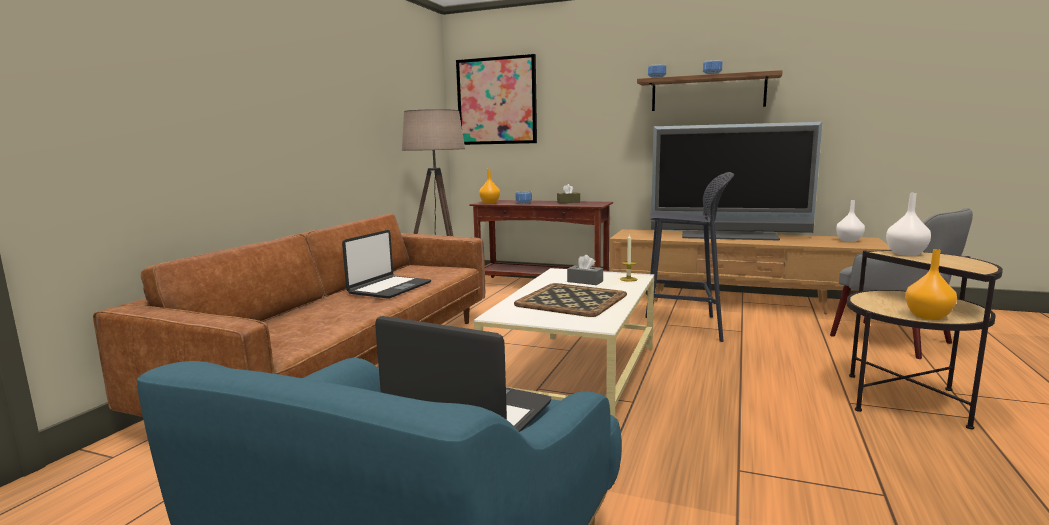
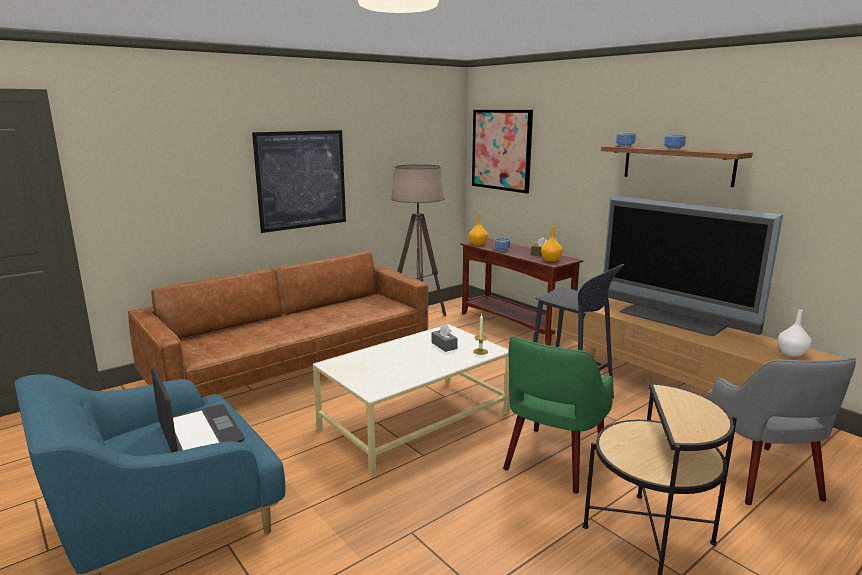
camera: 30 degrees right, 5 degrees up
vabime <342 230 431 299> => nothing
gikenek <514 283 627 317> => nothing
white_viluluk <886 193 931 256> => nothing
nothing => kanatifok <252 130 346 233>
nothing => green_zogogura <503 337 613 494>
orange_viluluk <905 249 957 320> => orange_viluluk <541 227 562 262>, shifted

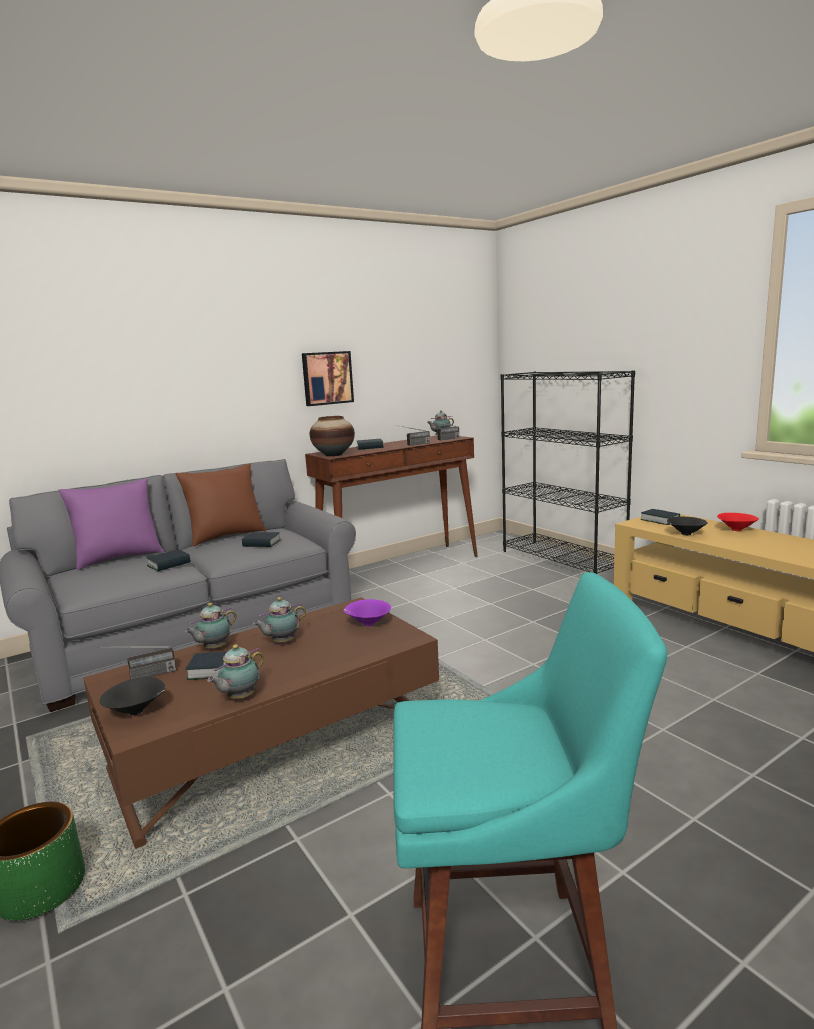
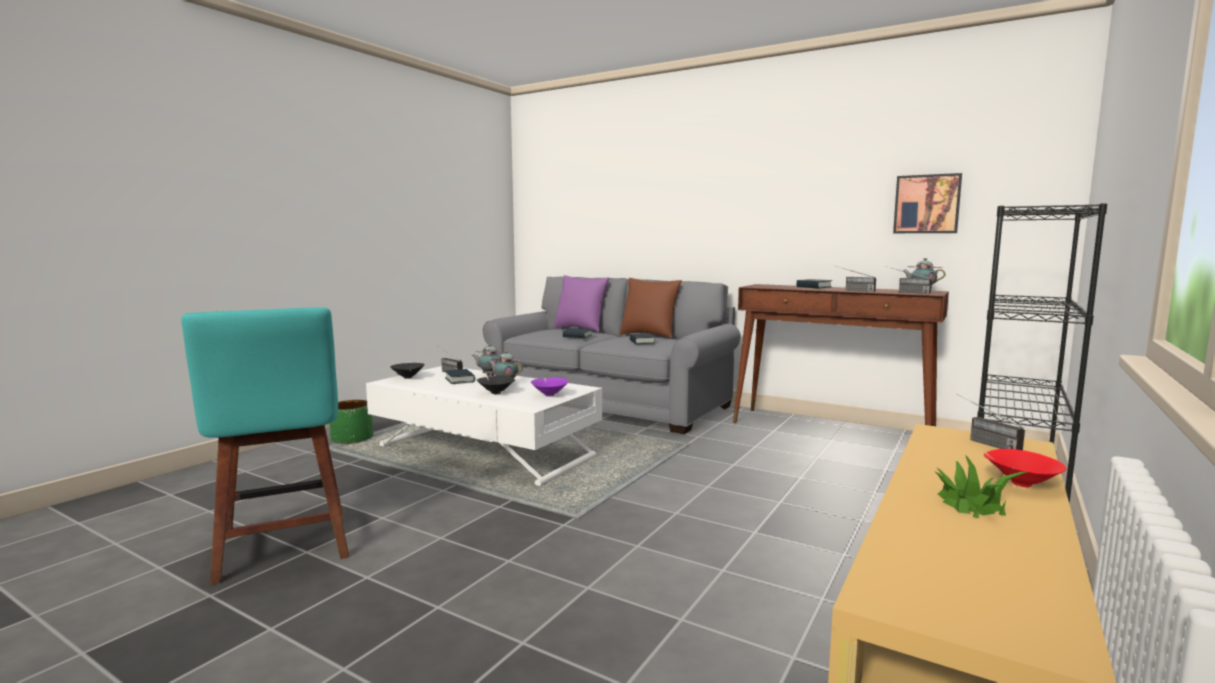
camera: 65 degrees right, 5 degrees down
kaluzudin <207 645 264 700> => nothing
viluluk <310 416 355 457> => nothing
nothing => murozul <934 455 1027 518>
kanatifok <302 351 354 406> => kanatifok <893 173 962 233>, shifted
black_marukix <667 516 708 535> => black_marukix <477 376 515 394>, shifted
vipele <640 509 680 525> => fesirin <957 394 1025 450>
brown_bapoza <83 597 439 849> => white_bapoza <366 366 602 486>

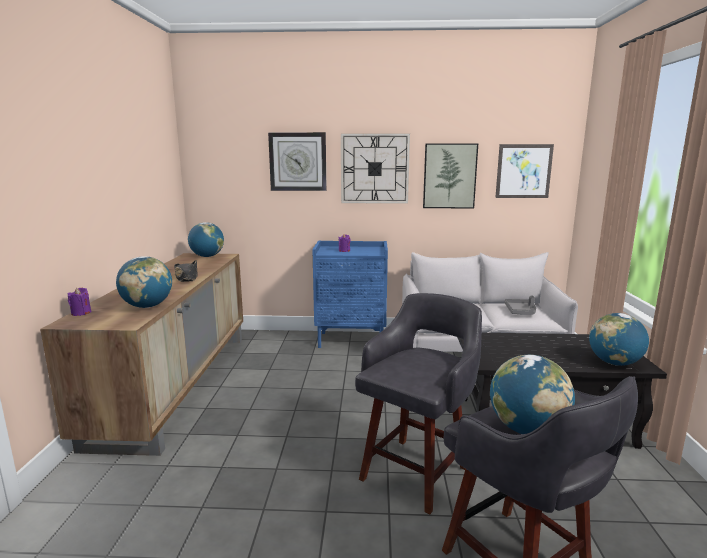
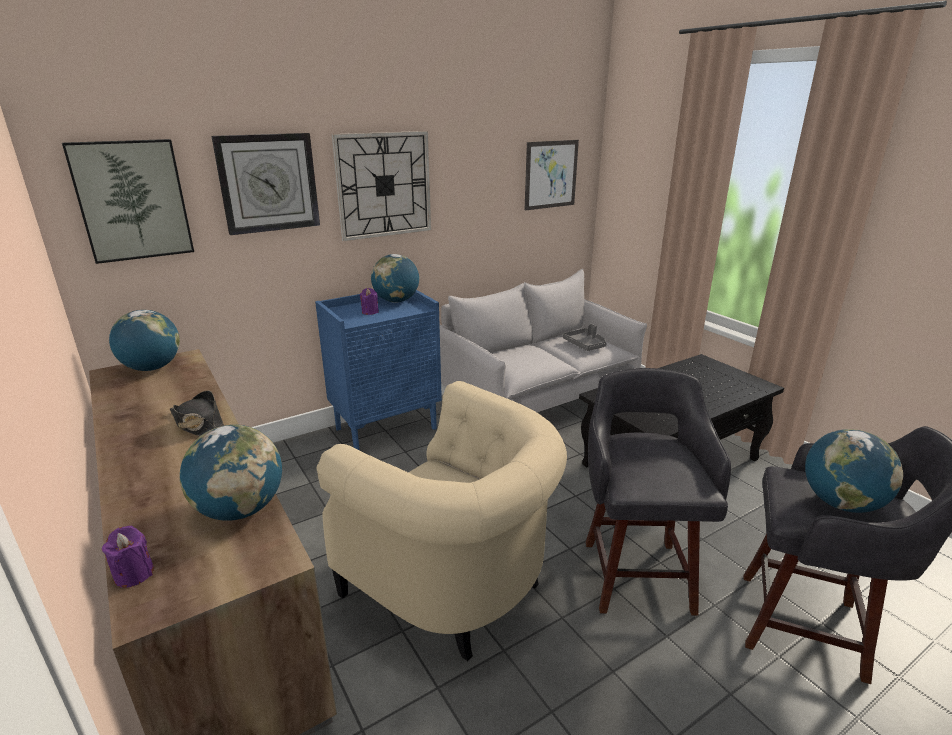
camera: 35 degrees left, 10 degrees up
nothing => beige_zogogura <317 381 567 661>
kanatifok <423 144 478 208> => kanatifok <62 139 194 264>, shifted
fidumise <589 313 649 366> => fidumise <371 254 419 303>, shifted

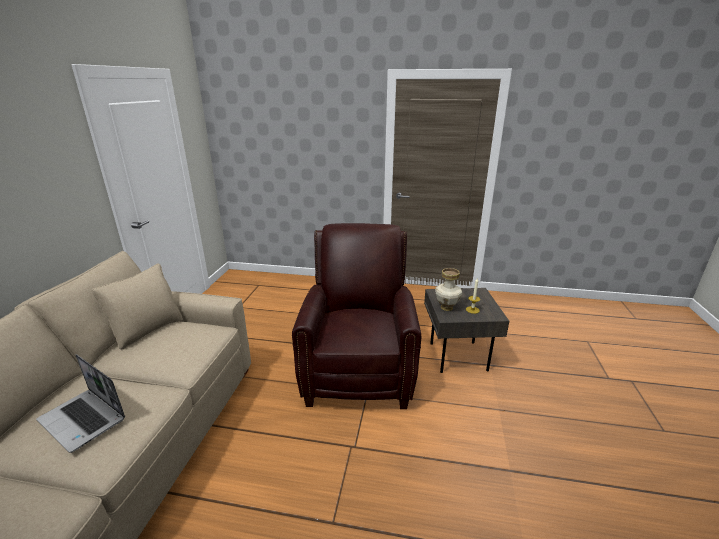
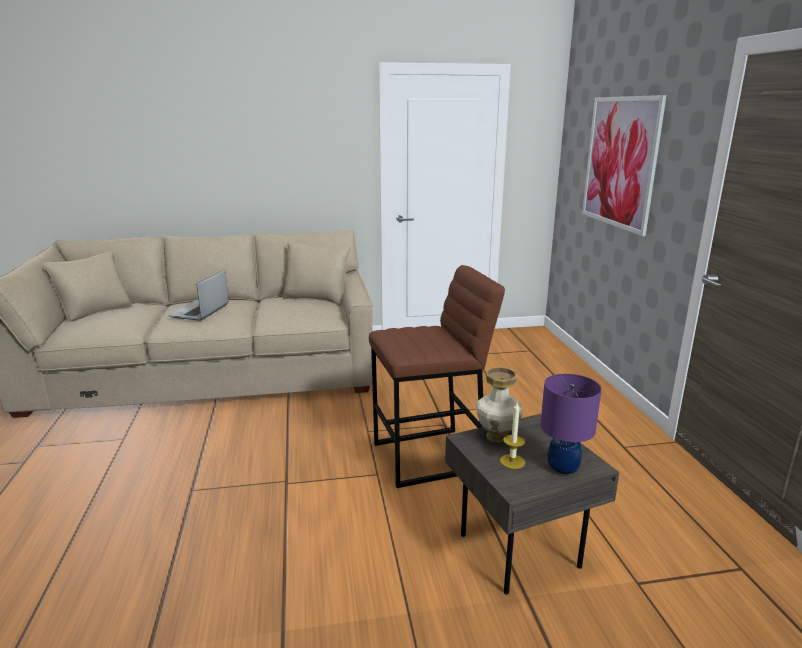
camera: 70 degrees right, 5 degrees down
nothing => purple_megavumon <540 374 601 474>
nothing => kanatifok <582 95 667 236>
brown_zogogura <292 223 421 409> => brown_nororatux <369 265 505 488>

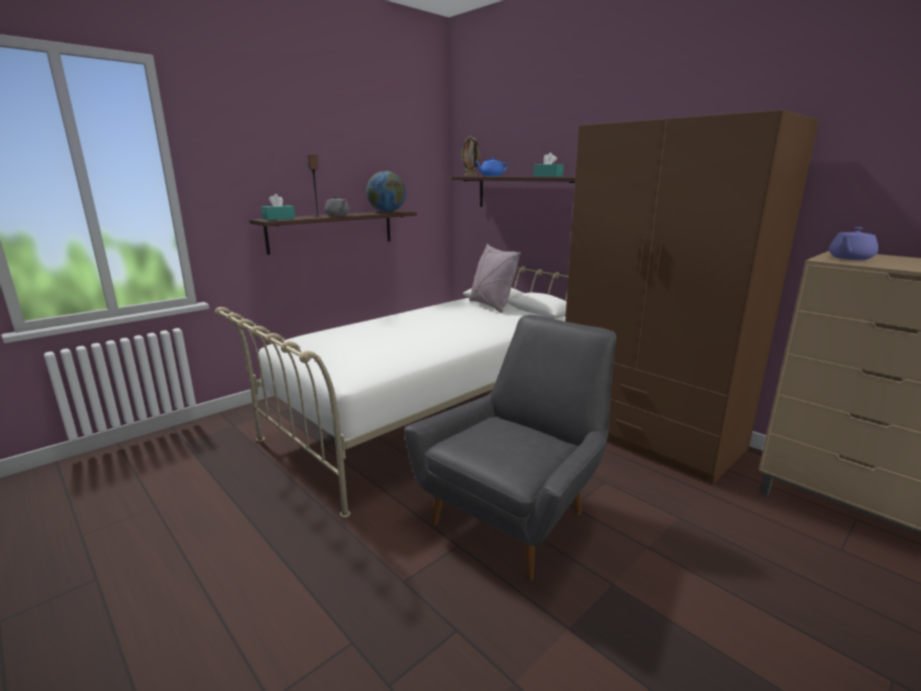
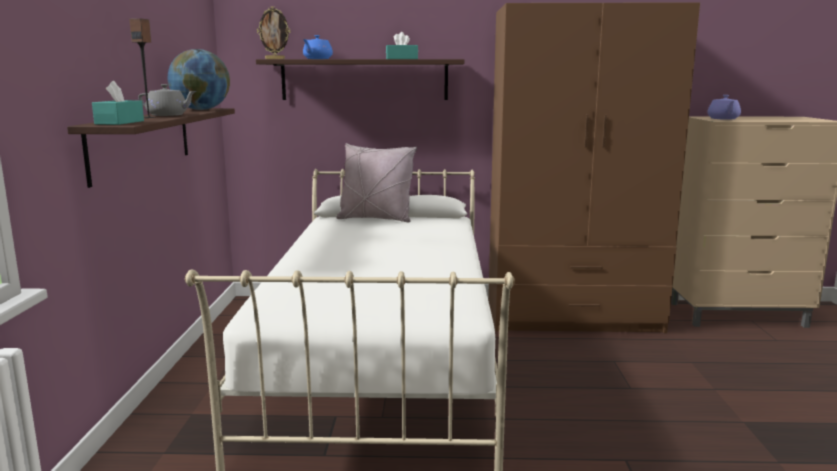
camera: 45 degrees left, 5 degrees down
grey_zogogura <404 315 616 580> => nothing

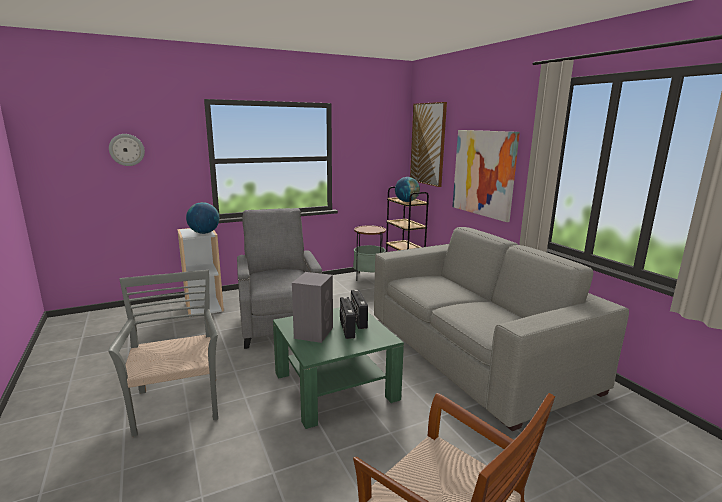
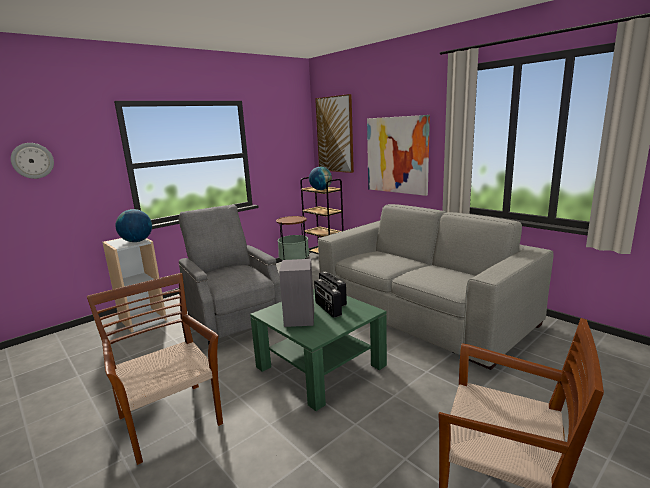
camera: 15 degrees left, 0 degrees up
grey_zogogura <108 270 218 437> => brown_zogogura <87 273 223 465>

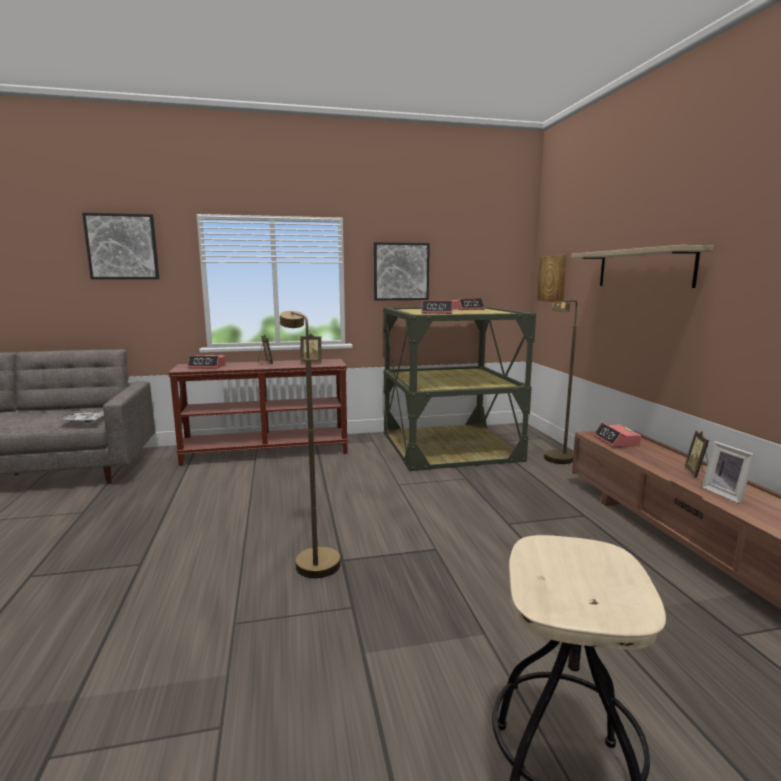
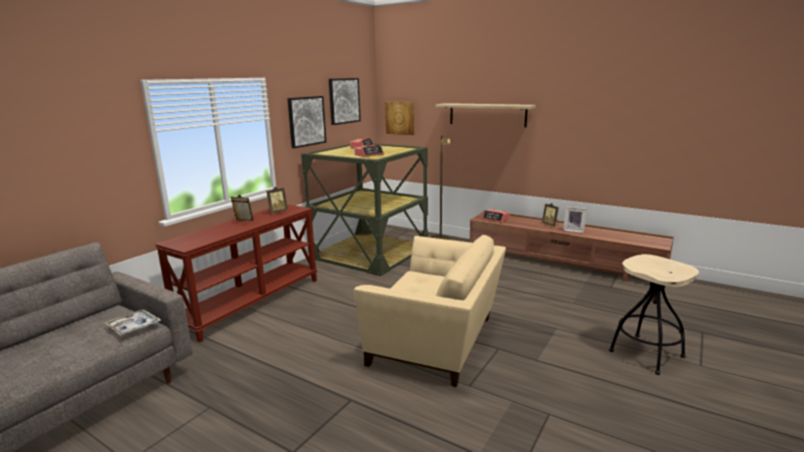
camera: 45 degrees left, 5 degrees up
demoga <188 355 226 369> => nothing
kanatifok <82 213 159 279> => kanatifok <329 78 361 125>, shifted
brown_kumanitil <280 311 341 578> => beige_zogogura <354 235 506 387>

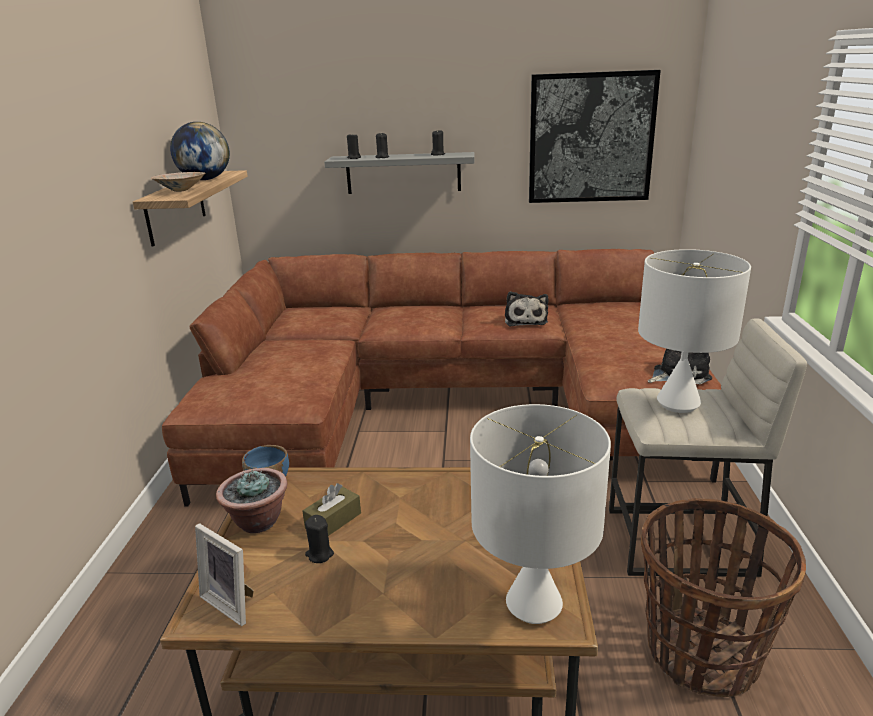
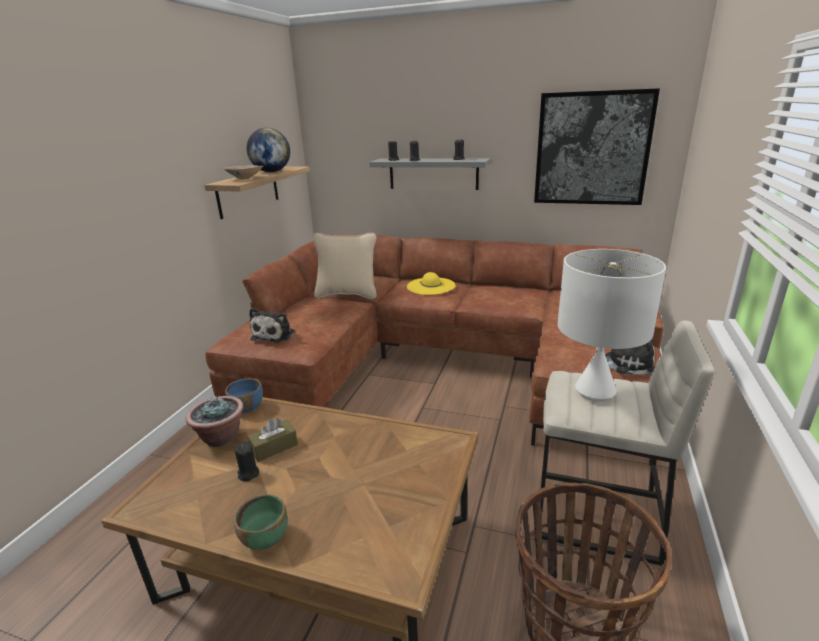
camera: 15 degrees right, 0 degrees up
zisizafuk <195 523 254 626> => nothing
white_megavumon <470 404 611 624> => nothing
nothing => green_marukix <234 494 288 550>
nothing => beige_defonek <313 233 377 299>
nothing => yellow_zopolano <407 272 456 295>
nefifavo <505 291 548 326> => nefifavo <249 308 295 343>, shifted

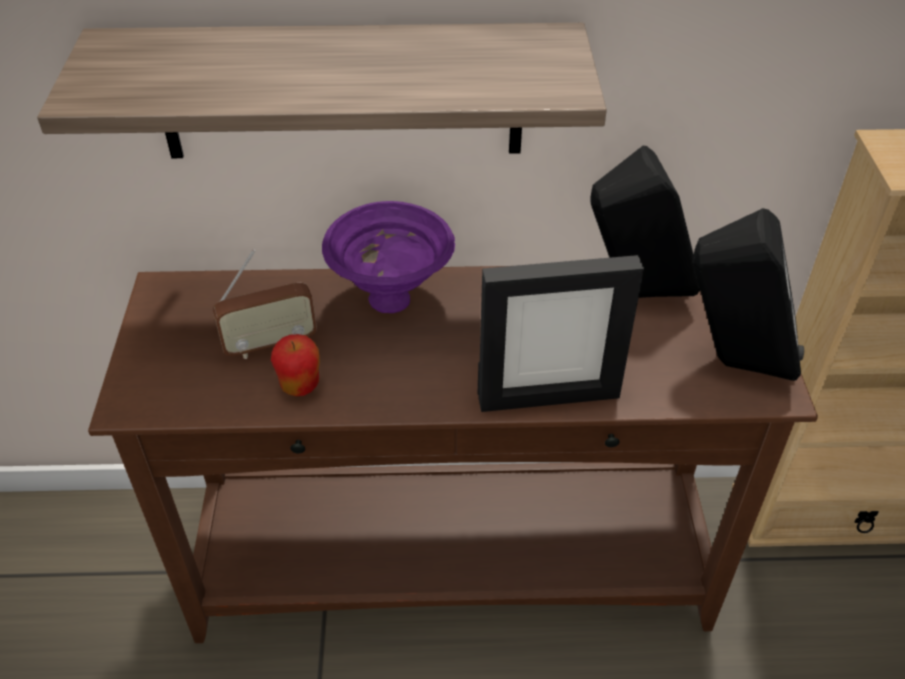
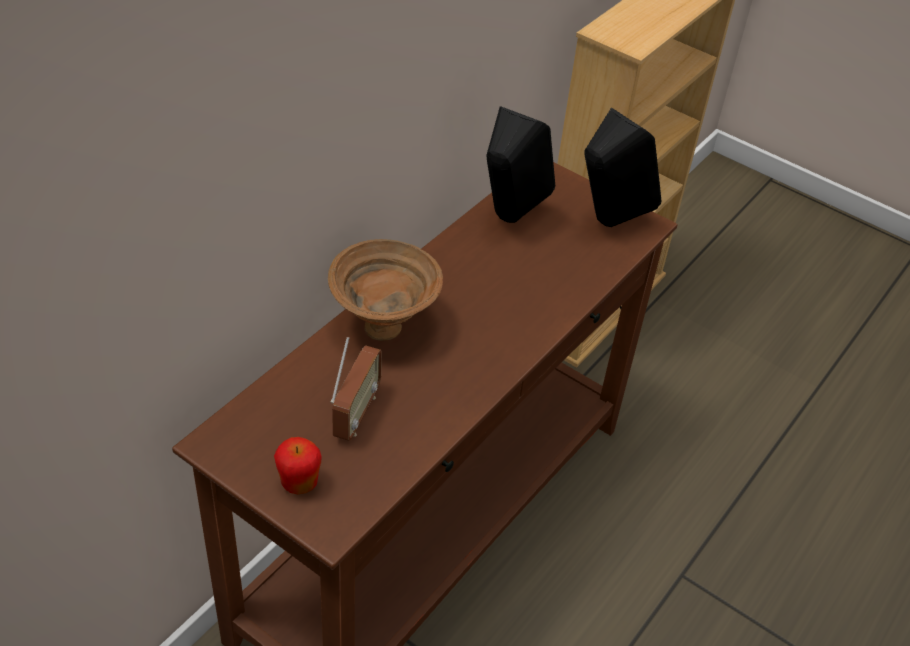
camera: 55 degrees left, 0 degrees up
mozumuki <37 23 607 158> => nothing
zisizafuk <478 255 644 412> => nothing
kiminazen <271 334 320 396> => kiminazen <274 437 322 494>, shifted
purple_marukix <322 201 455 313> => brown_marukix <328 239 443 341>

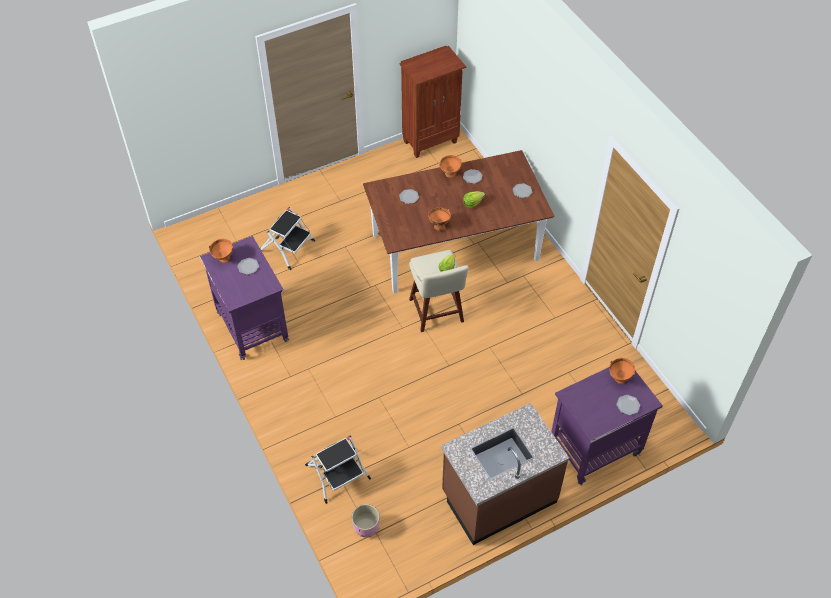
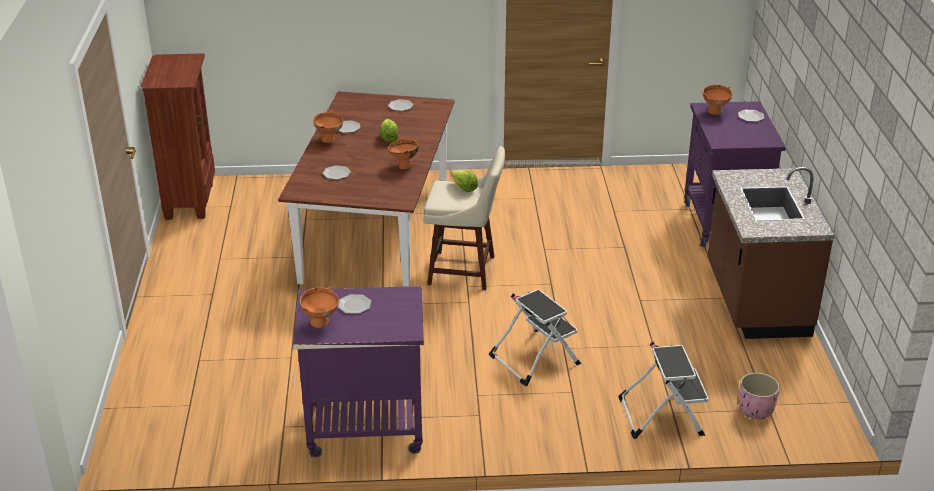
camera: 65 degrees left, 20 degrees down
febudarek <260 207 315 270> => febudarek <488 290 581 386>, shifted

